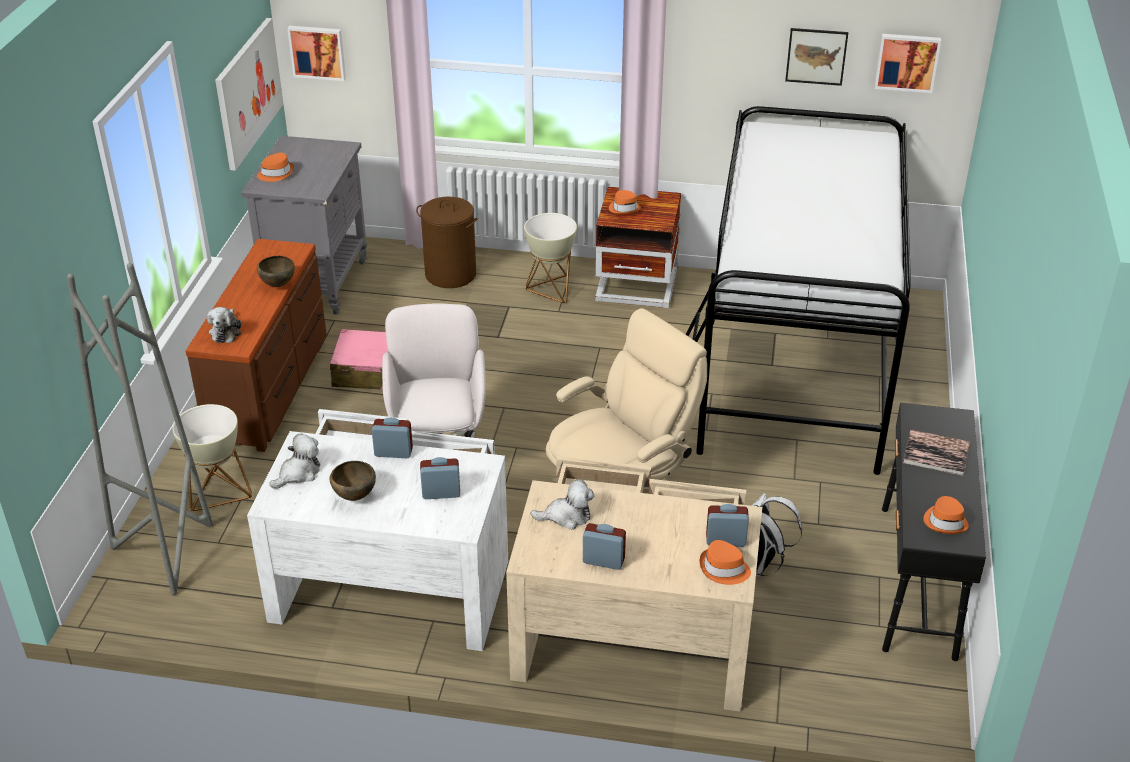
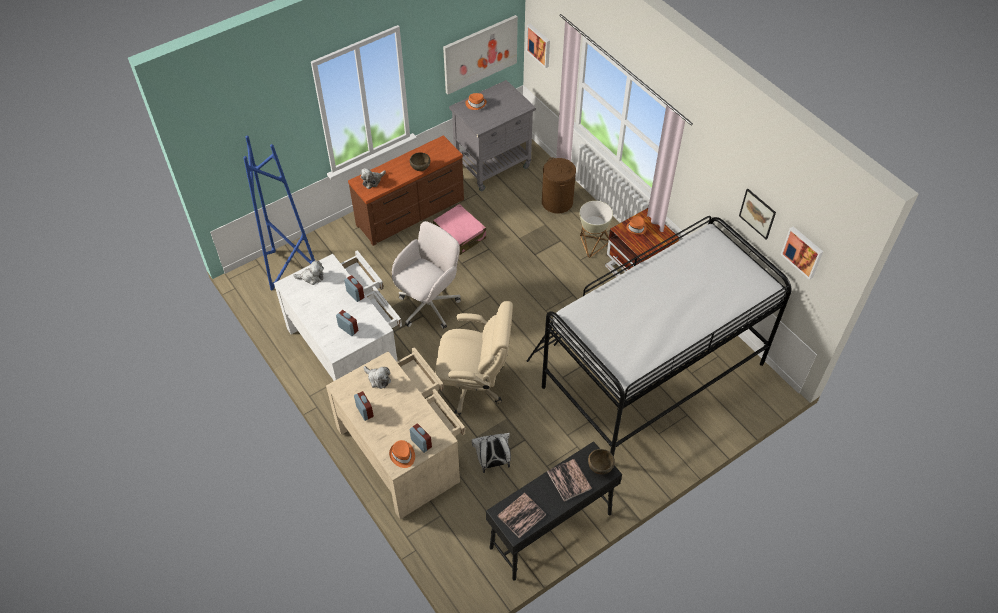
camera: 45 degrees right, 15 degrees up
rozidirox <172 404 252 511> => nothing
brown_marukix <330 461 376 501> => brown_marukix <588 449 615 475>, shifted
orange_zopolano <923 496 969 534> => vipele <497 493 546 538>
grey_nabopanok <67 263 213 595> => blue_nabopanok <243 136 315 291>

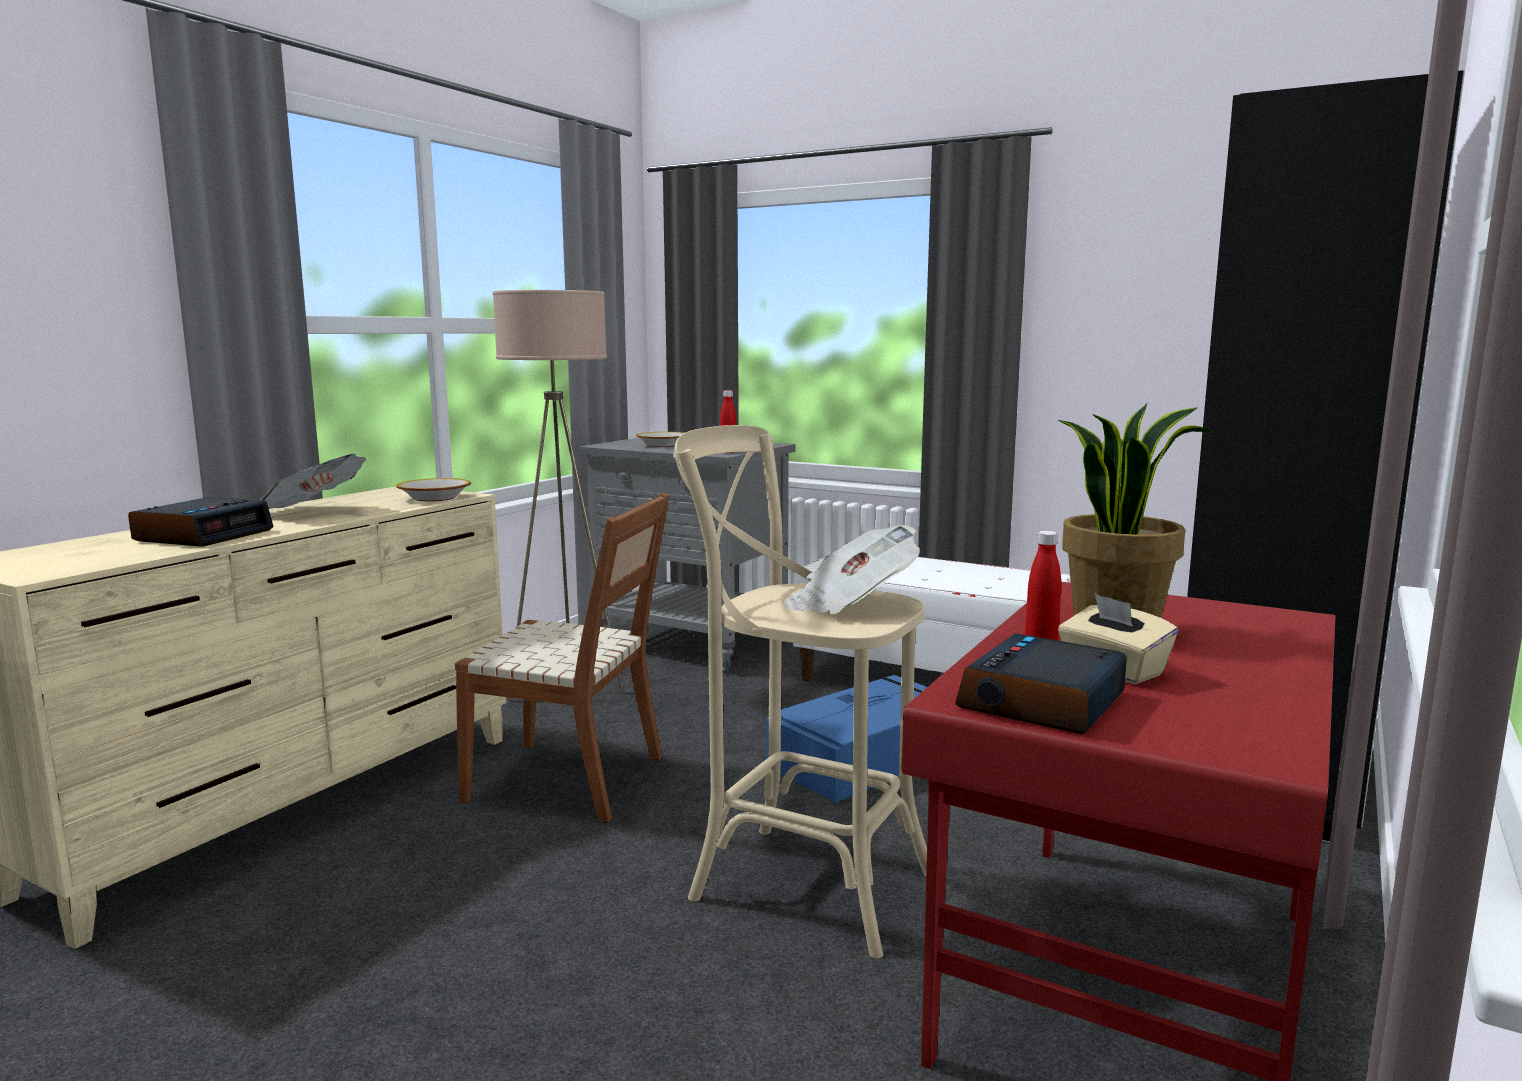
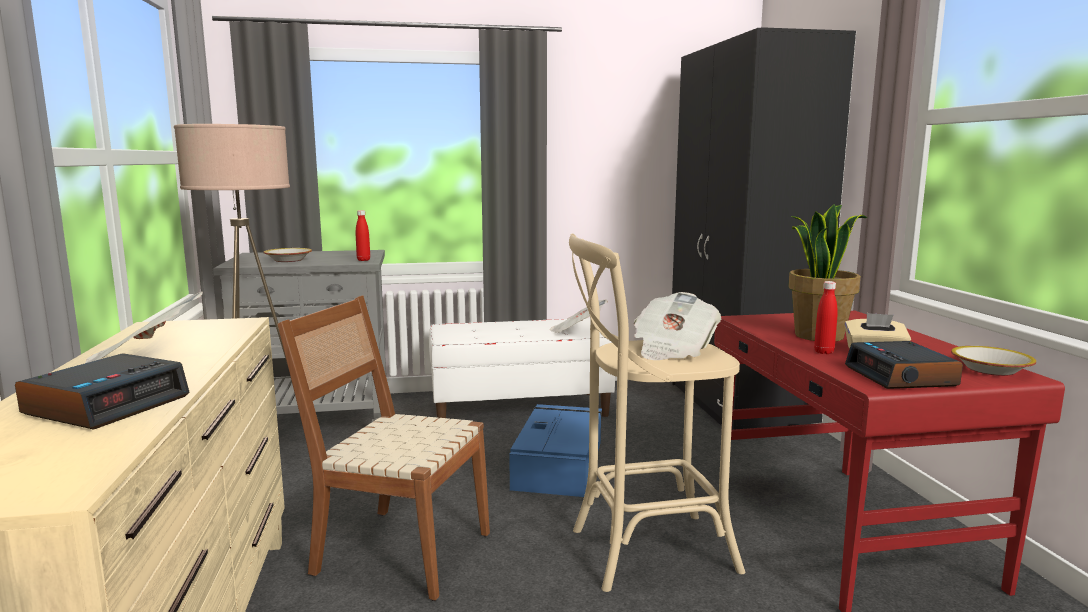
camera: 40 degrees left, 0 degrees up
nothing => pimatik <550 299 608 333>
marukix <396 478 471 502> => marukix <951 346 1036 376>, shifted
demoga <128 497 274 547> => demoga <15 353 190 430>, 45 degrees clockwise
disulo <455 492 669 823> => disulo <278 296 490 601>, 135 degrees counterclockwise

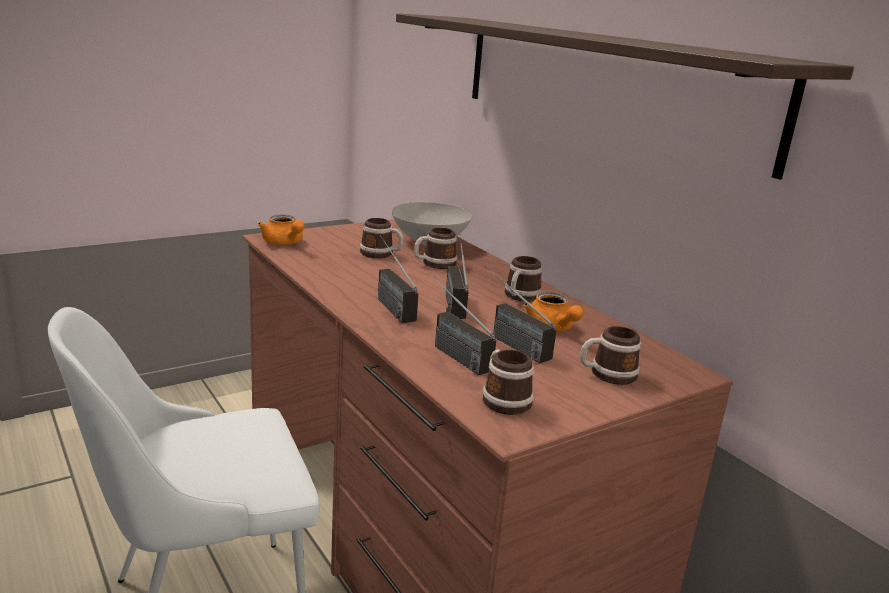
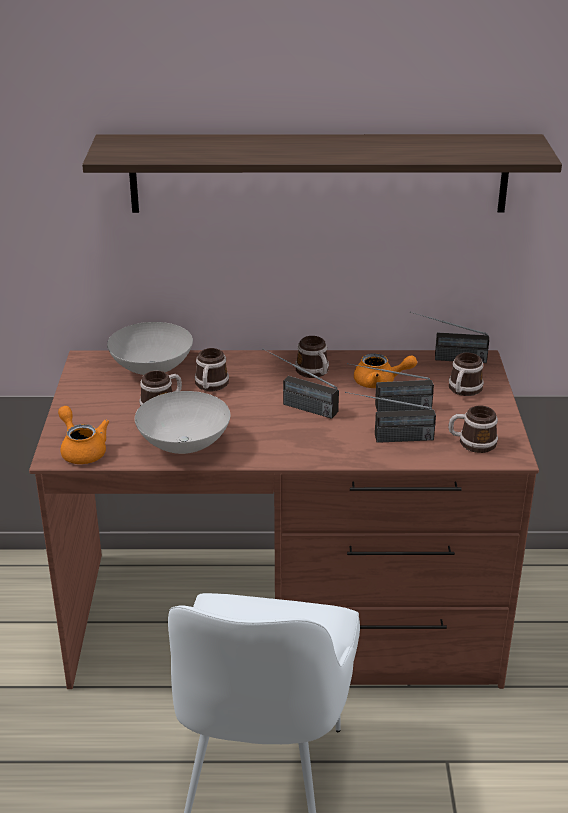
camera: 55 degrees left, 10 degrees up
nothing => white_marukix <135 391 230 454>
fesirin <378 235 418 323> => fesirin <410 312 489 363>, shifted
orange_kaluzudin <258 215 305 245> => orange_kaluzudin <58 406 109 464>, 120 degrees counterclockwise

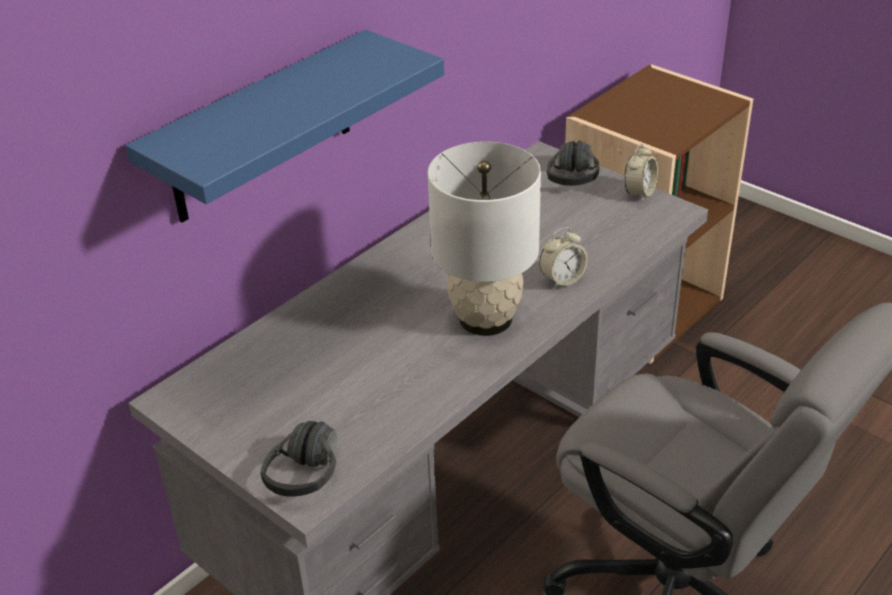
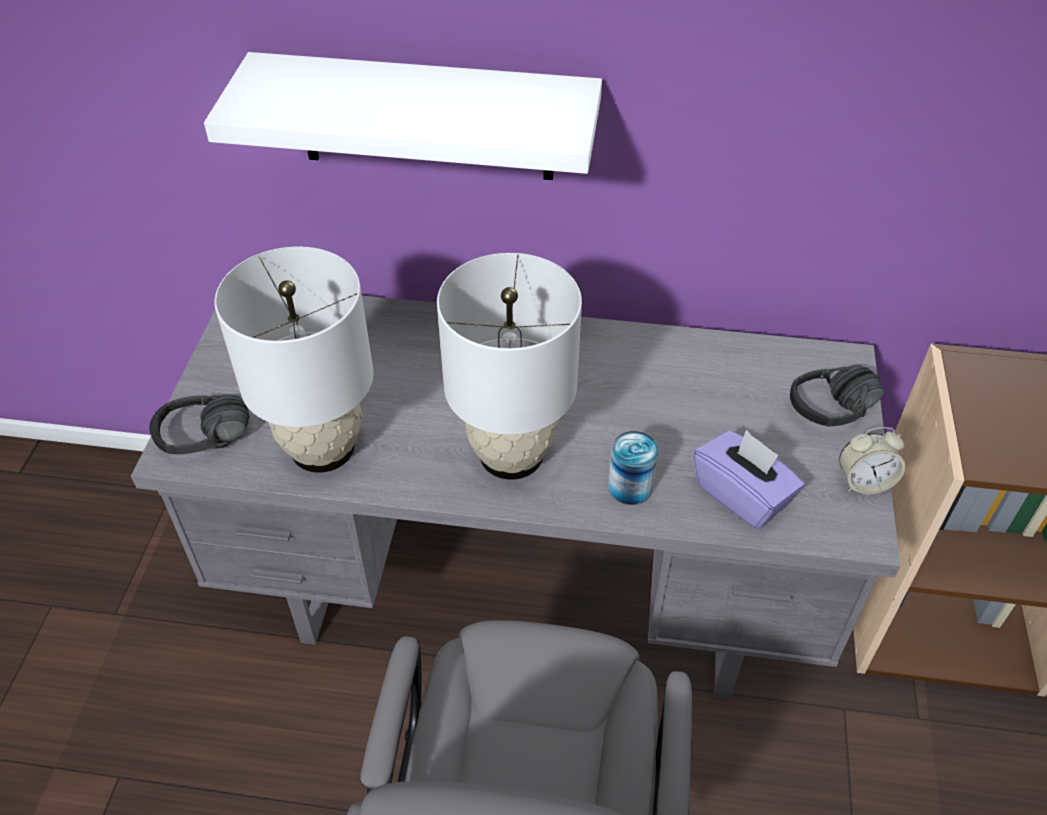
camera: 55 degrees right, 10 degrees up
nothing => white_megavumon <215 247 373 473>
nothing => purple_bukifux <694 430 804 529>
demoga <539 227 588 289> => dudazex <608 431 659 505>
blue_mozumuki <126 30 444 223> => white_mozumuki <204 52 602 180>

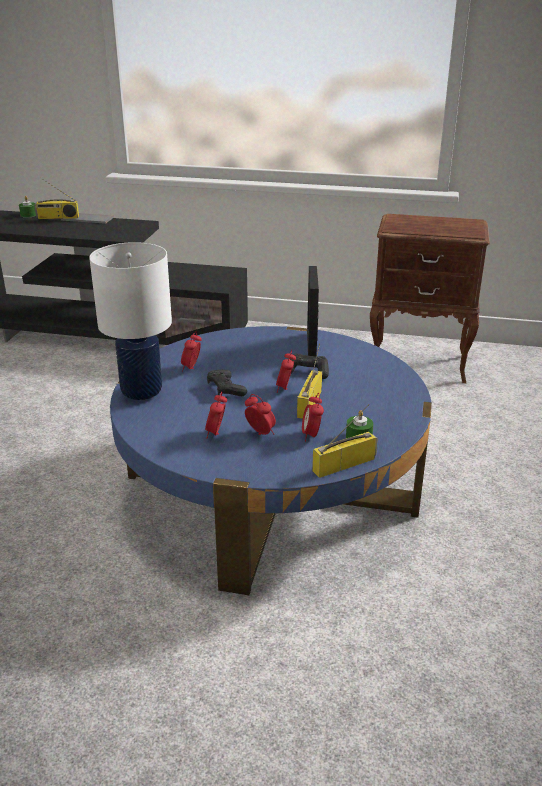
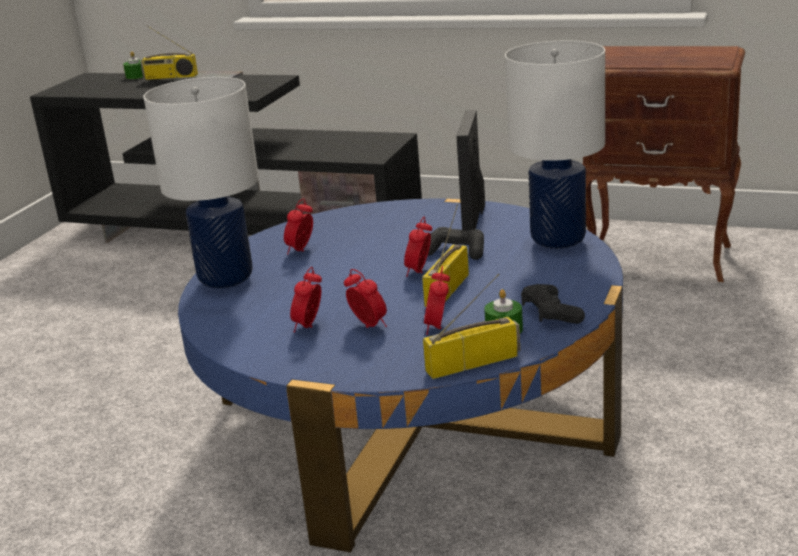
camera: 10 degrees right, 5 degrees down
nothing => white_megavumon <505 41 605 249>
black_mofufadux <207 370 247 396> => black_mofufadux <521 284 585 324>, shifted

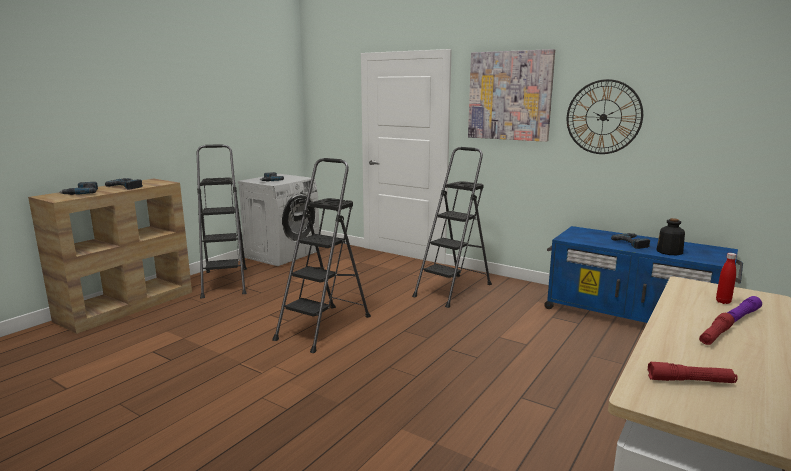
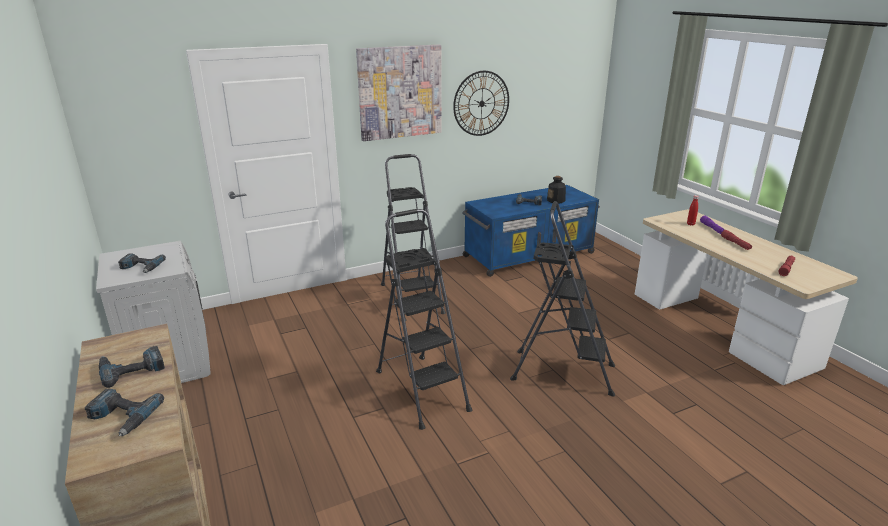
camera: 60 degrees left, 10 degrees up
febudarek <197 144 247 298> => febudarek <510 201 615 397>, shifted

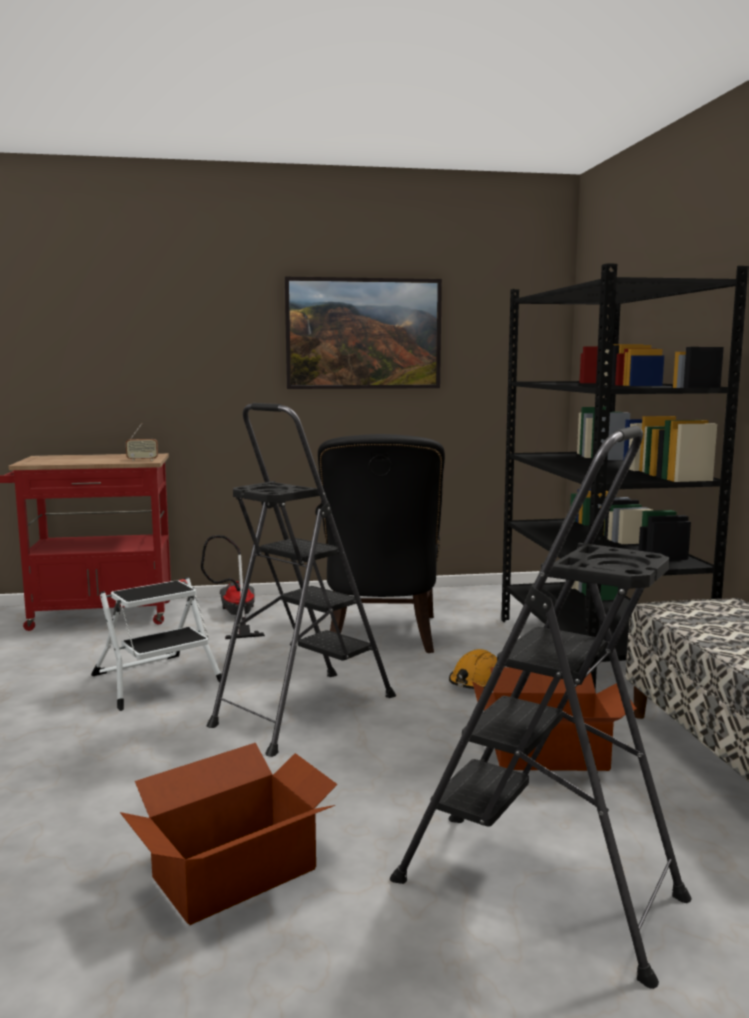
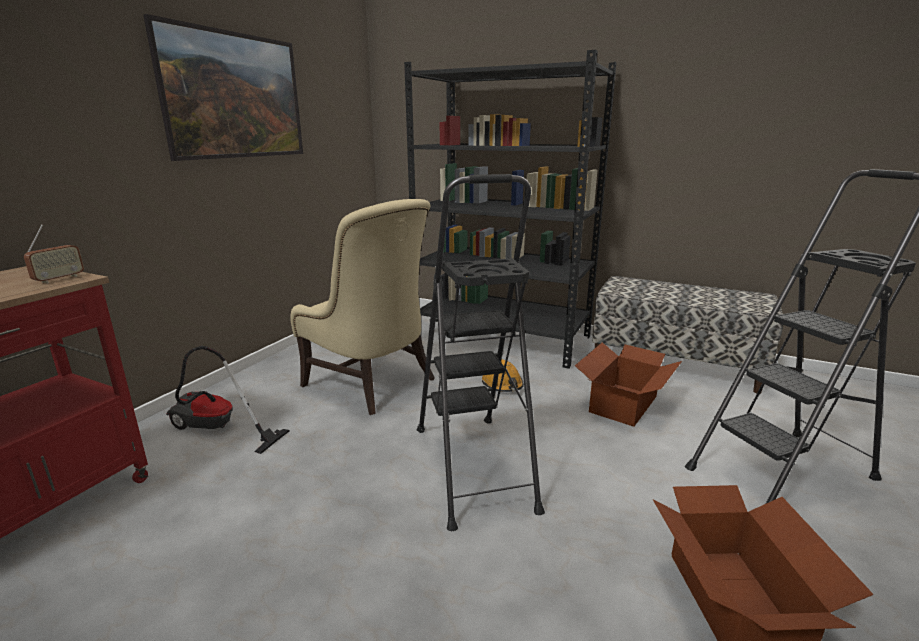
camera: 55 degrees left, 10 degrees up
febudarek <91 577 222 711> => nothing
black_disulo <318 434 445 653> => beige_disulo <290 199 435 415>

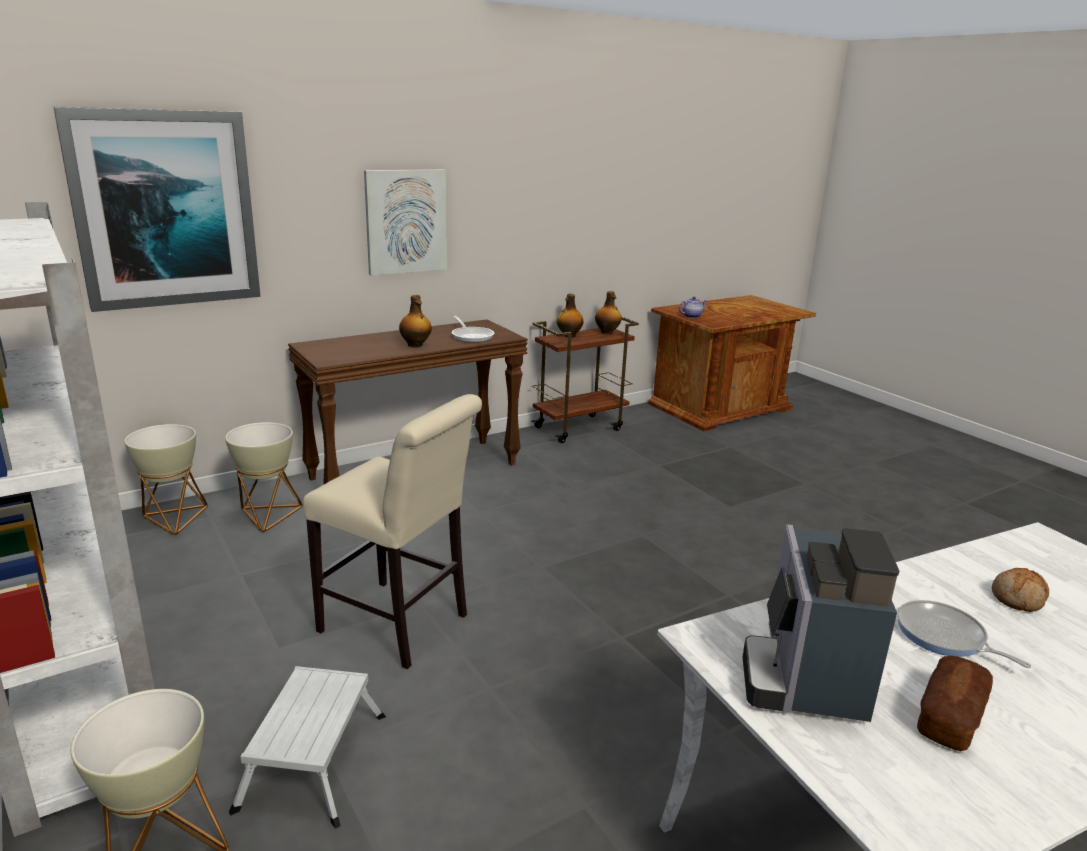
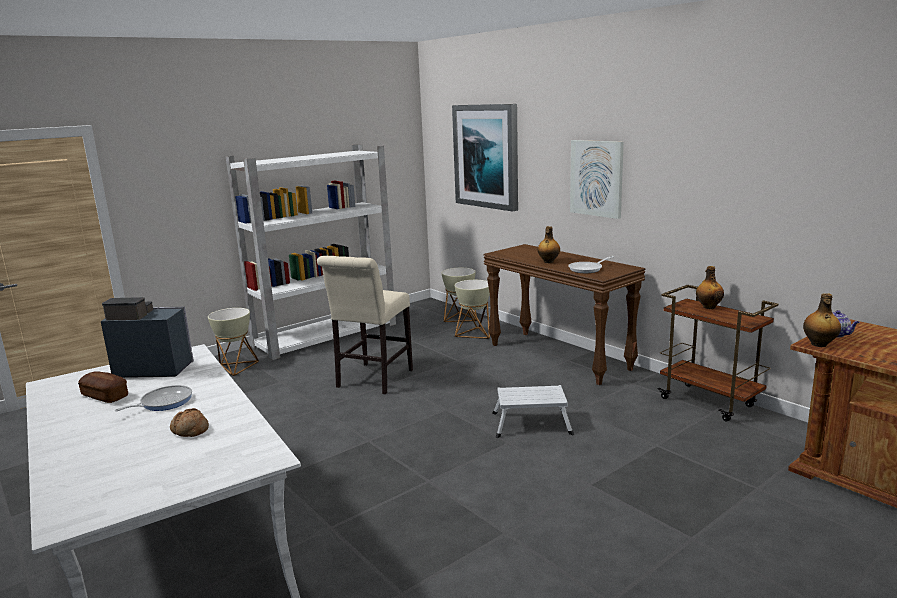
camera: 85 degrees right, 5 degrees down
white_febudarek <229 666 386 829> => white_febudarek <493 385 574 438>, shifted
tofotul <595 291 622 334> => tofotul <803 293 841 347>, shifted

